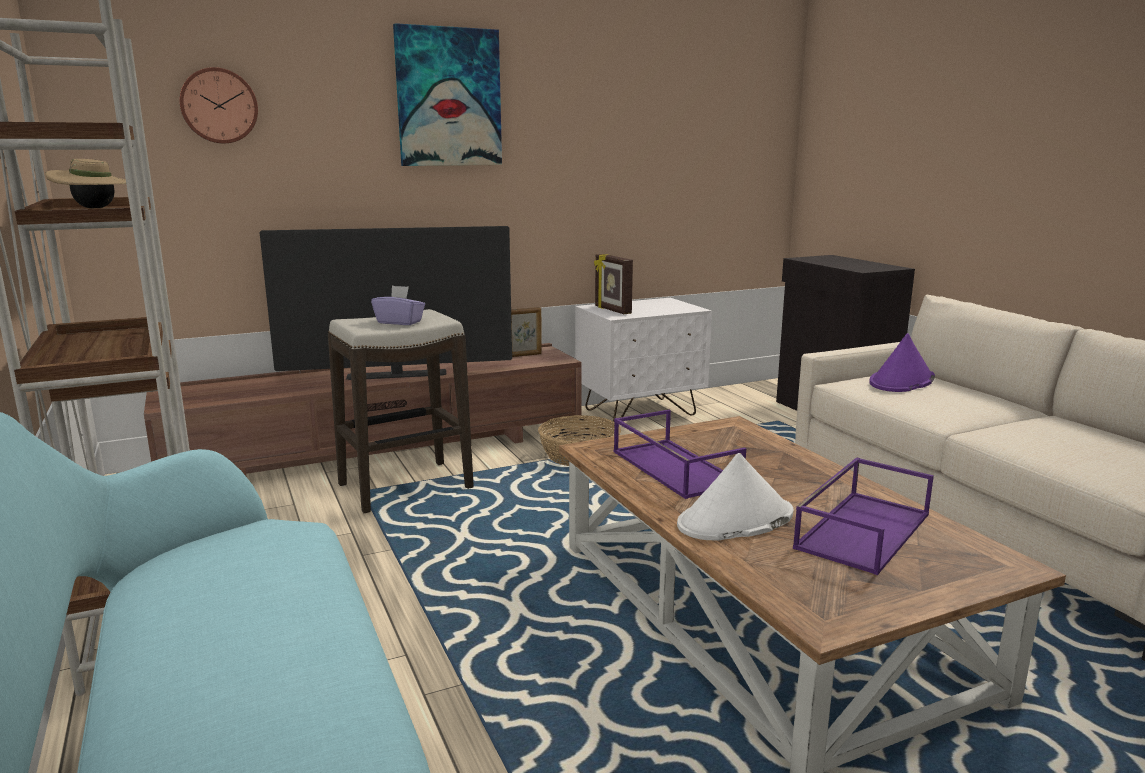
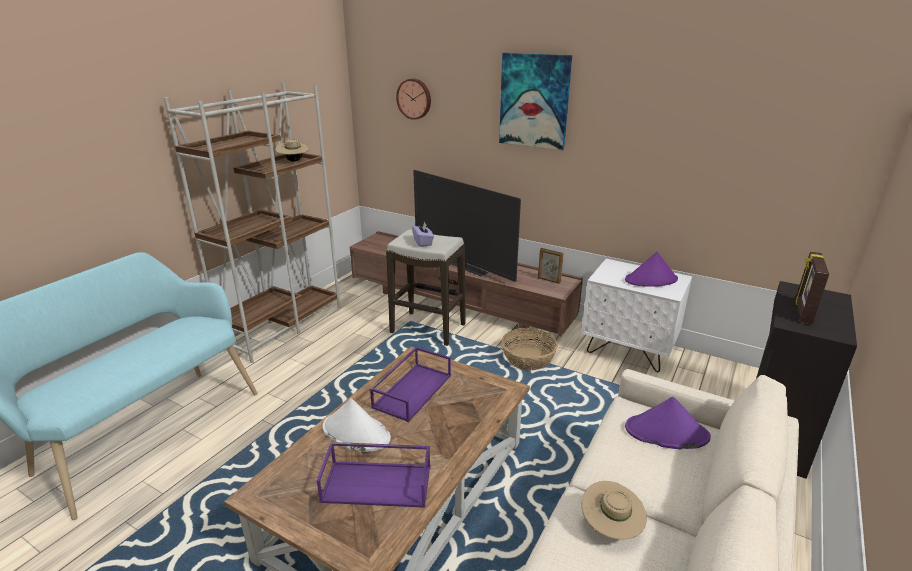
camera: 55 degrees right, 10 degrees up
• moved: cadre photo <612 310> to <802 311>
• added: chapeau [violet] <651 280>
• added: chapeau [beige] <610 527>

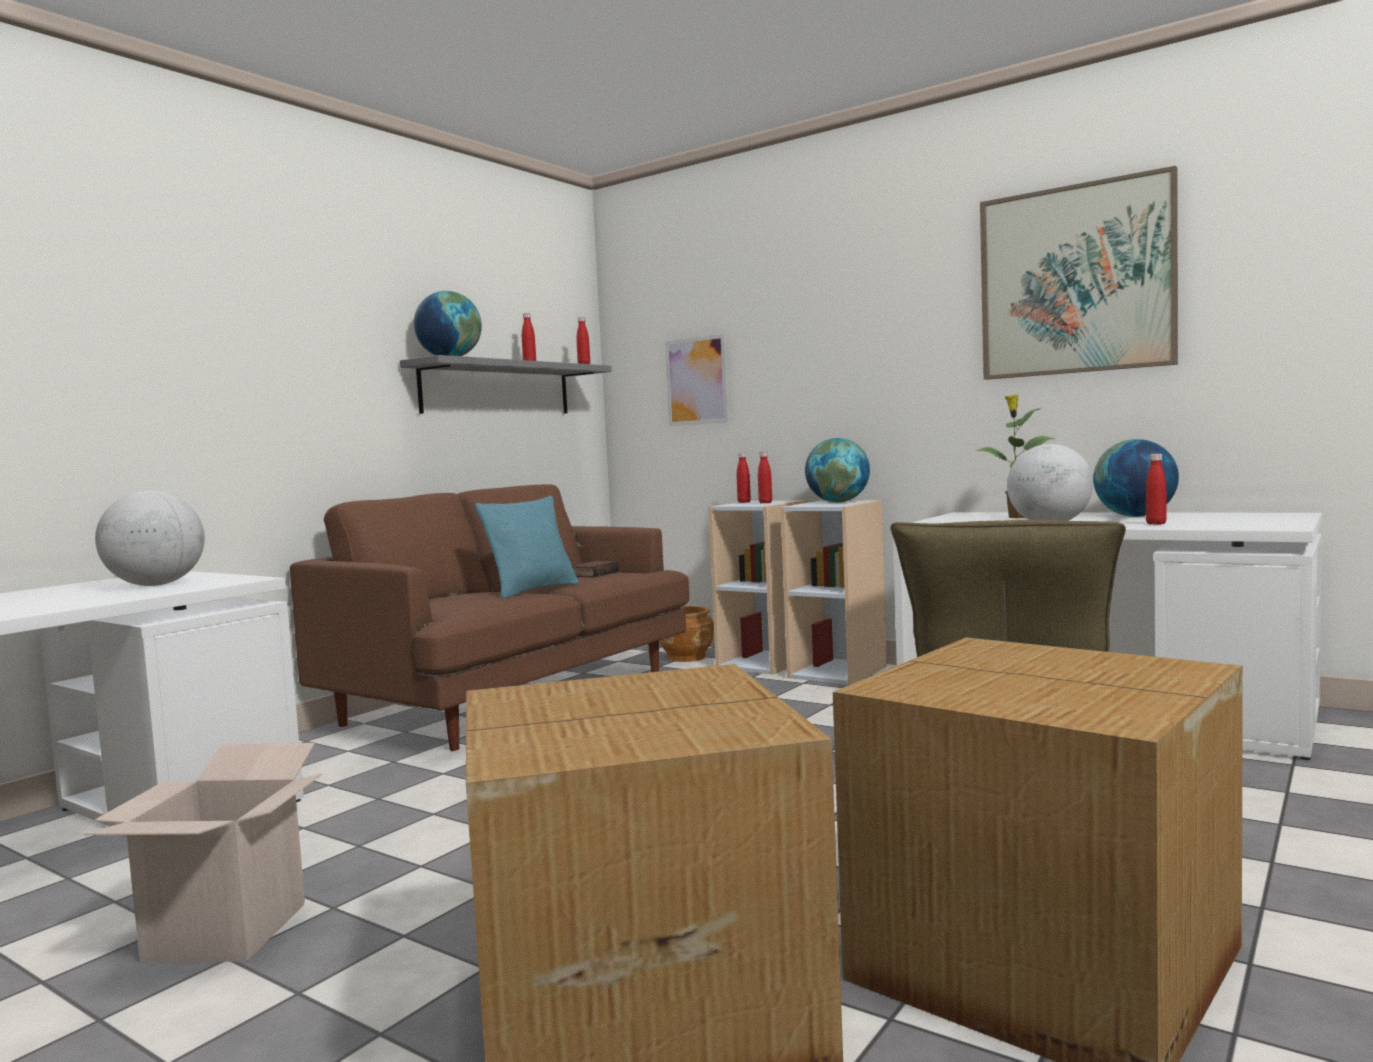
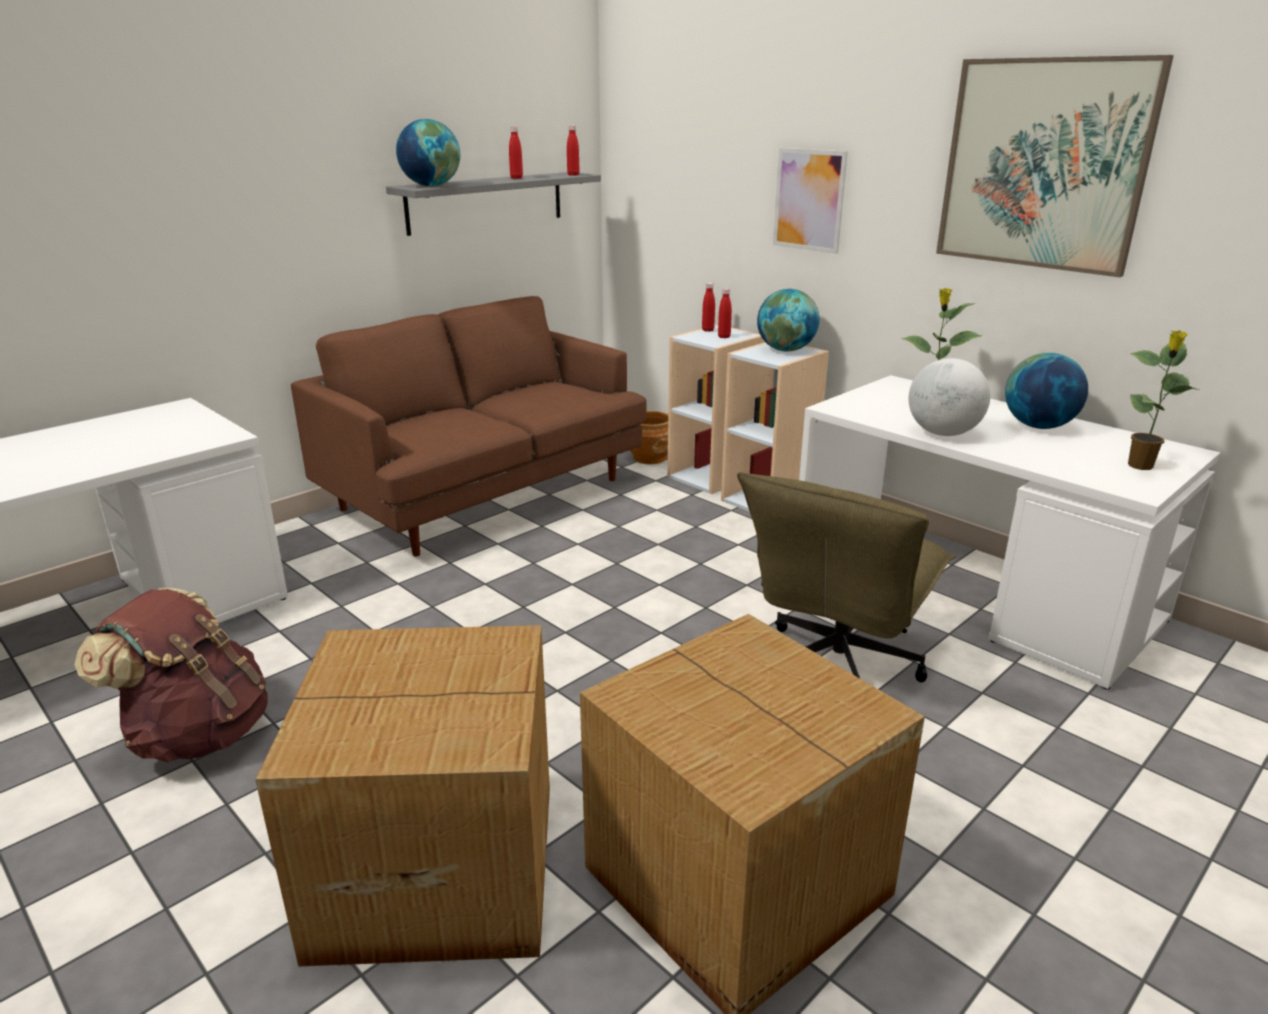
camera: 10 degrees right, 20 degrees up
• moved: tableau <697 381> to <809 200>
• removed: bouteille [rouge] <1156 524>
• removed: globe <156 585>
• removed: coussin [turquoise] <532 590>
• removed: livre <594 574>
• replaced: carton <226 931> to sac à dos [marron] <198 734>
• added: plante en pot <1141 466>

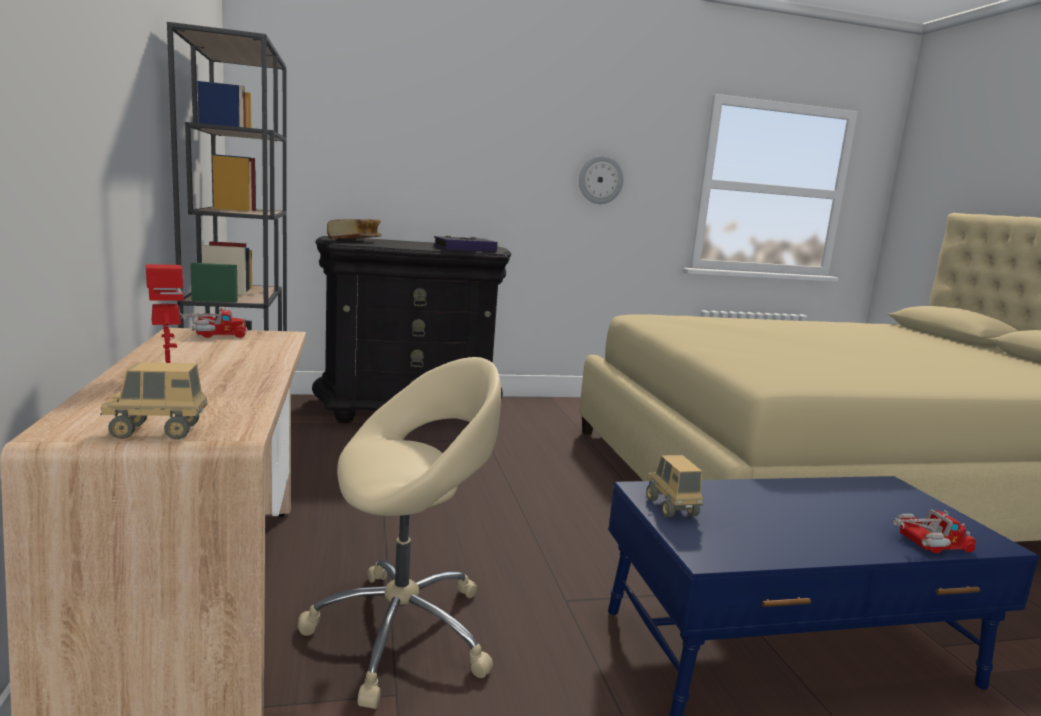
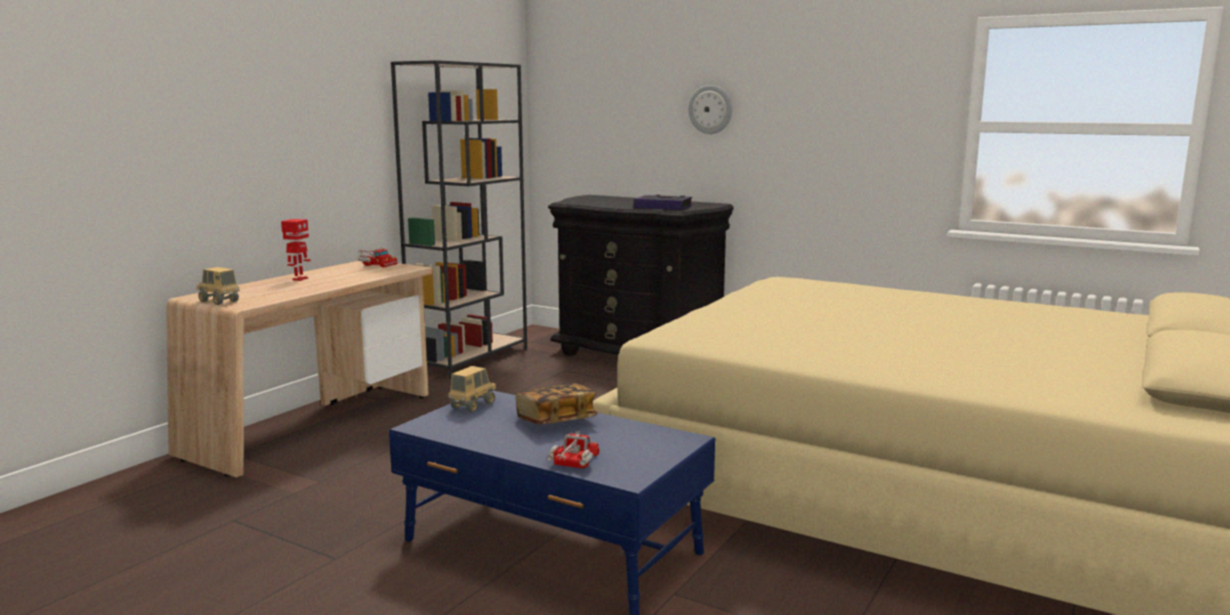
camera: 45 degrees right, 0 degrees up
• moved: horloge murale <600 180> to <710 109>
• moved: livre <354 241> to <556 420>
• removed: chaise de bureau [beige] <406 631>
• turned: camion jouet <926 543> = <573 463> 105 degrees counterclockwise

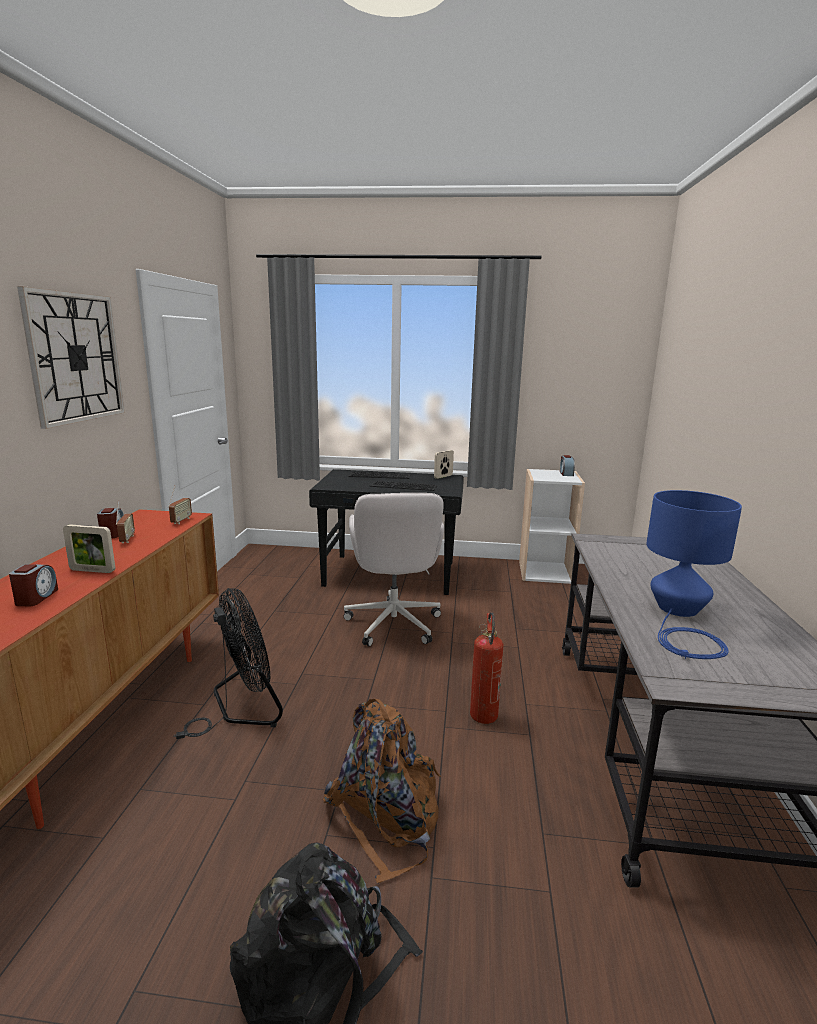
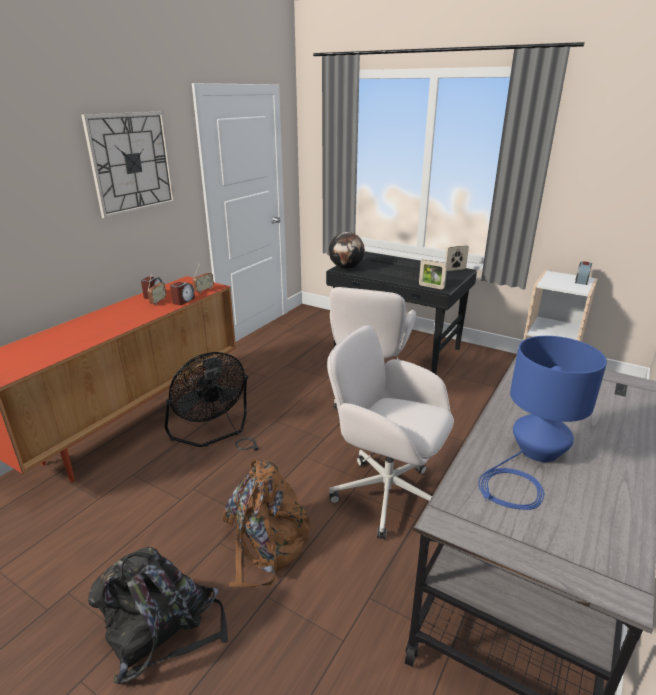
camera: 25 degrees right, 10 degrees up
• moved: cadre photo <92 570> to <431 287>
• moved: réveil <36 597> to <183 301>
• turned: ventilateur [noir] <237 704> = <219 433> 120 degrees counterclockwise
• replaced: extincteur <484 720> to chaise de bureau [blanc] <387 495>
• added: globe <346 268>

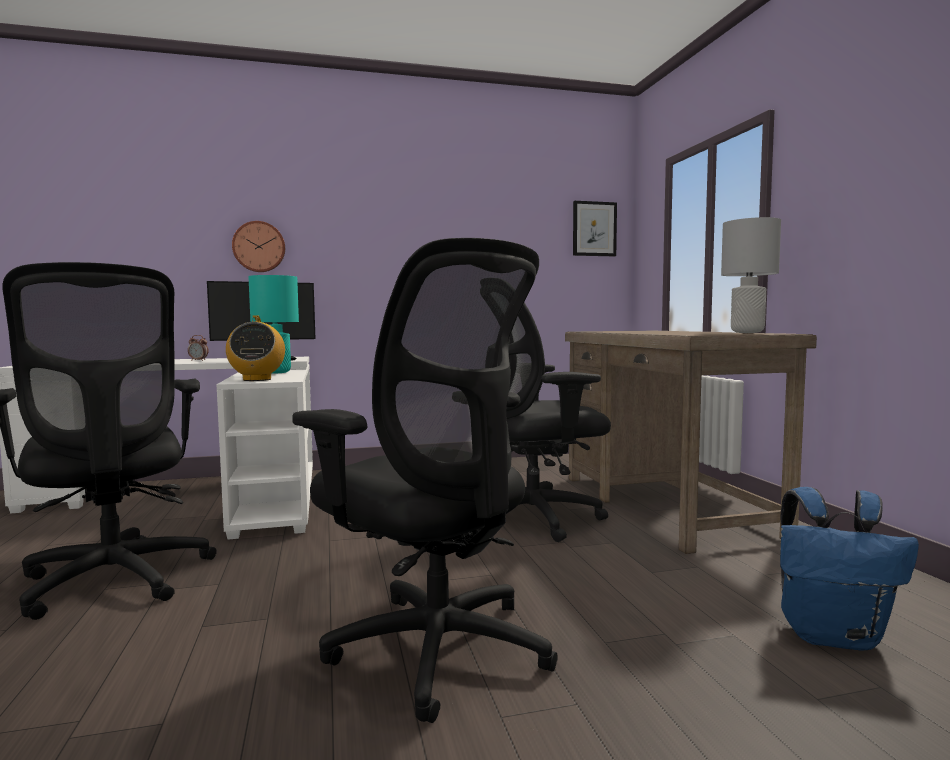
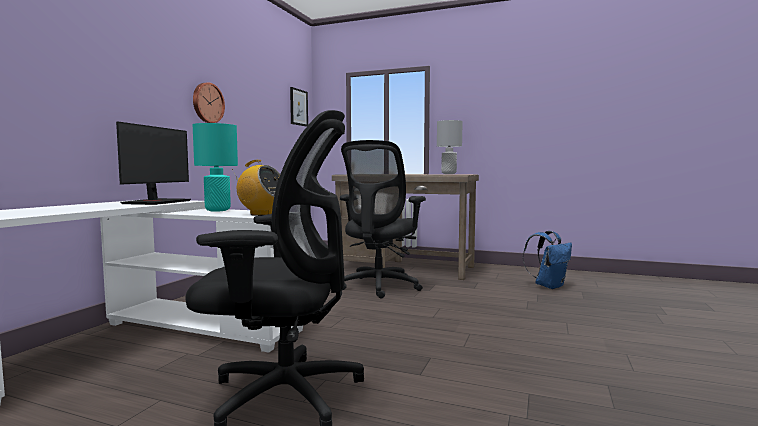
camera: 55 degrees left, 0 degrees up
• moved: horloge murale <259 247> to <207 103>
• removed: chaise de bureau [noir] <429 646>
• removed: réveil <198 360>

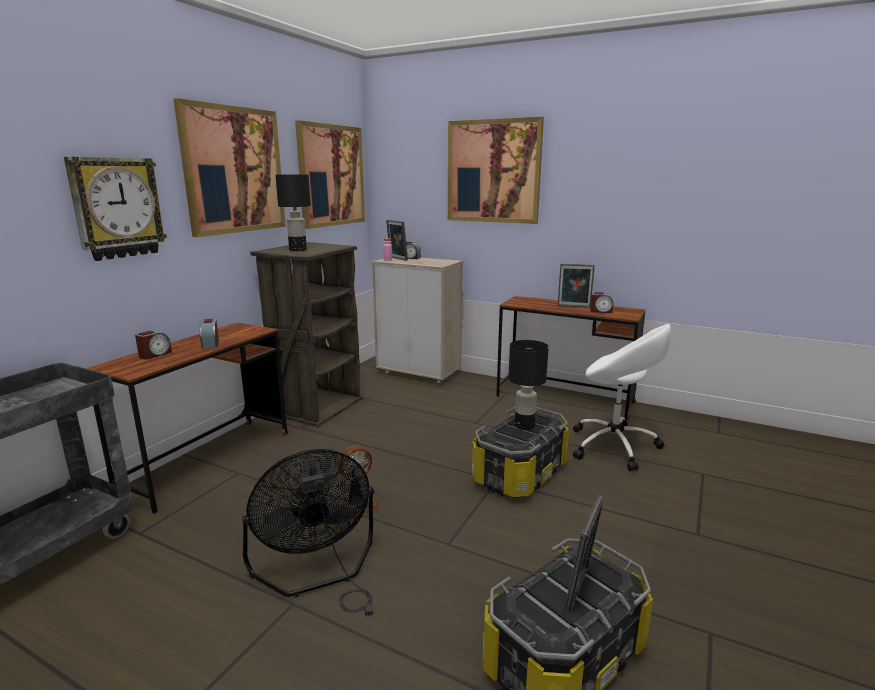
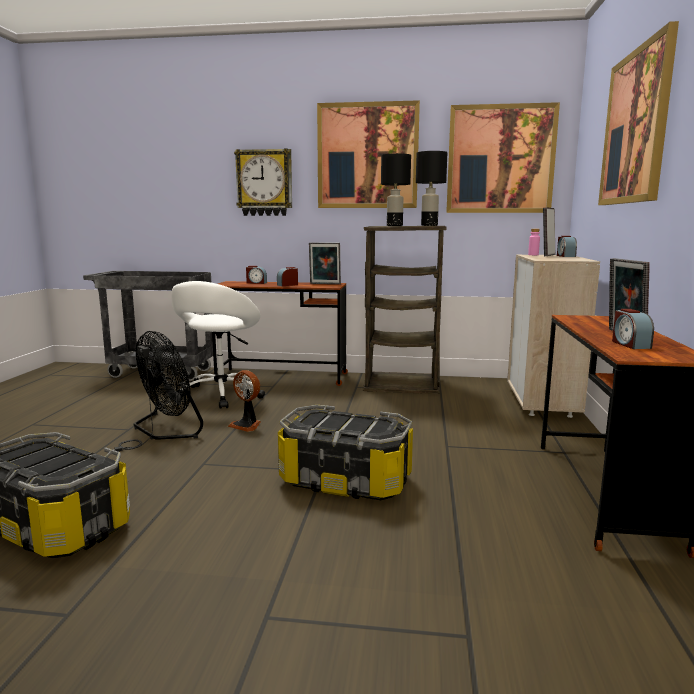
camera: 70 degrees right, 5 degrees down
• moved: chaise de bureau [blanc] <615 446> to <219 396>
• moved: lampe de table [noir] <524 426> to <429 225>
• moved: cadre photo <580 590> to <325 284>

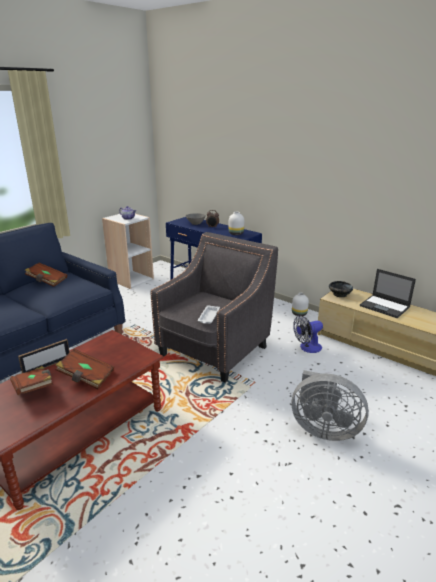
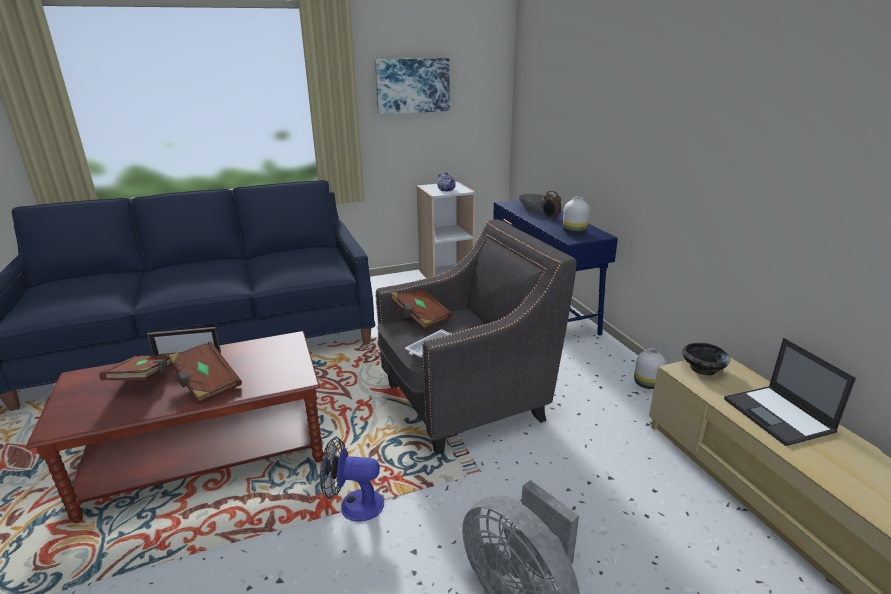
camera: 30 degrees right, 0 degrees up
• moved: livre [marron] <47 281> to <420 317>
• moved: ventilateur <307 348> to <353 504>
• added: tableau <412 85>

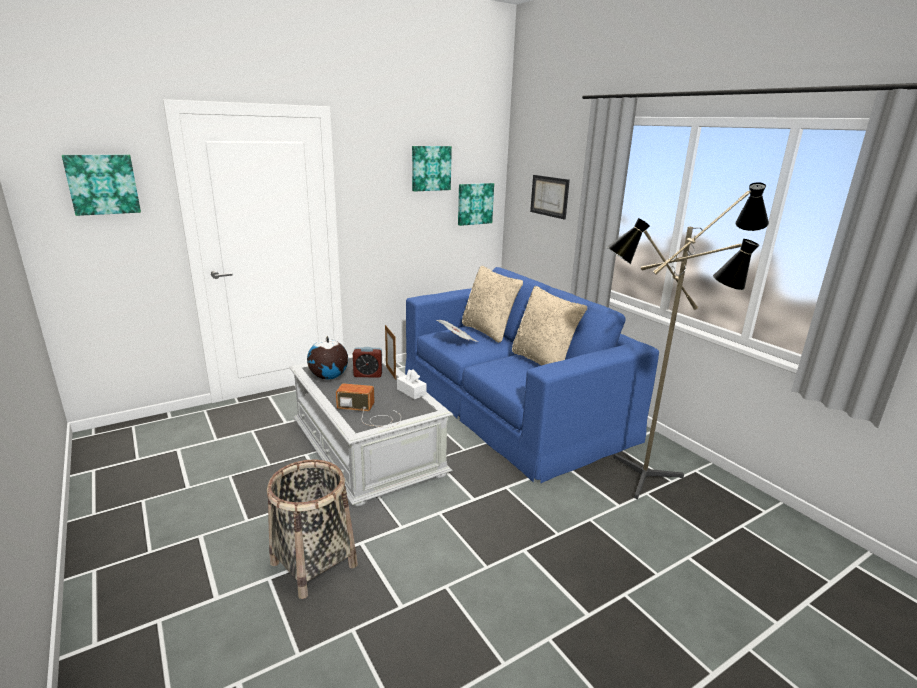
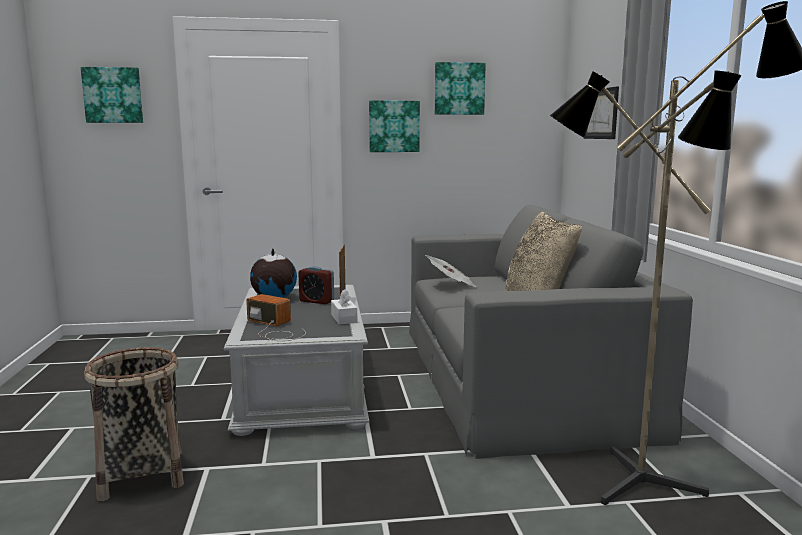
camera: 25 degrees right, 10 degrees down
• moved: tableau <474 203> to <394 126>
• removed: coussin [beige] <488 333>
• recoloured: canapé [bleu] <513 404> to canapé [gris] <517 376>

